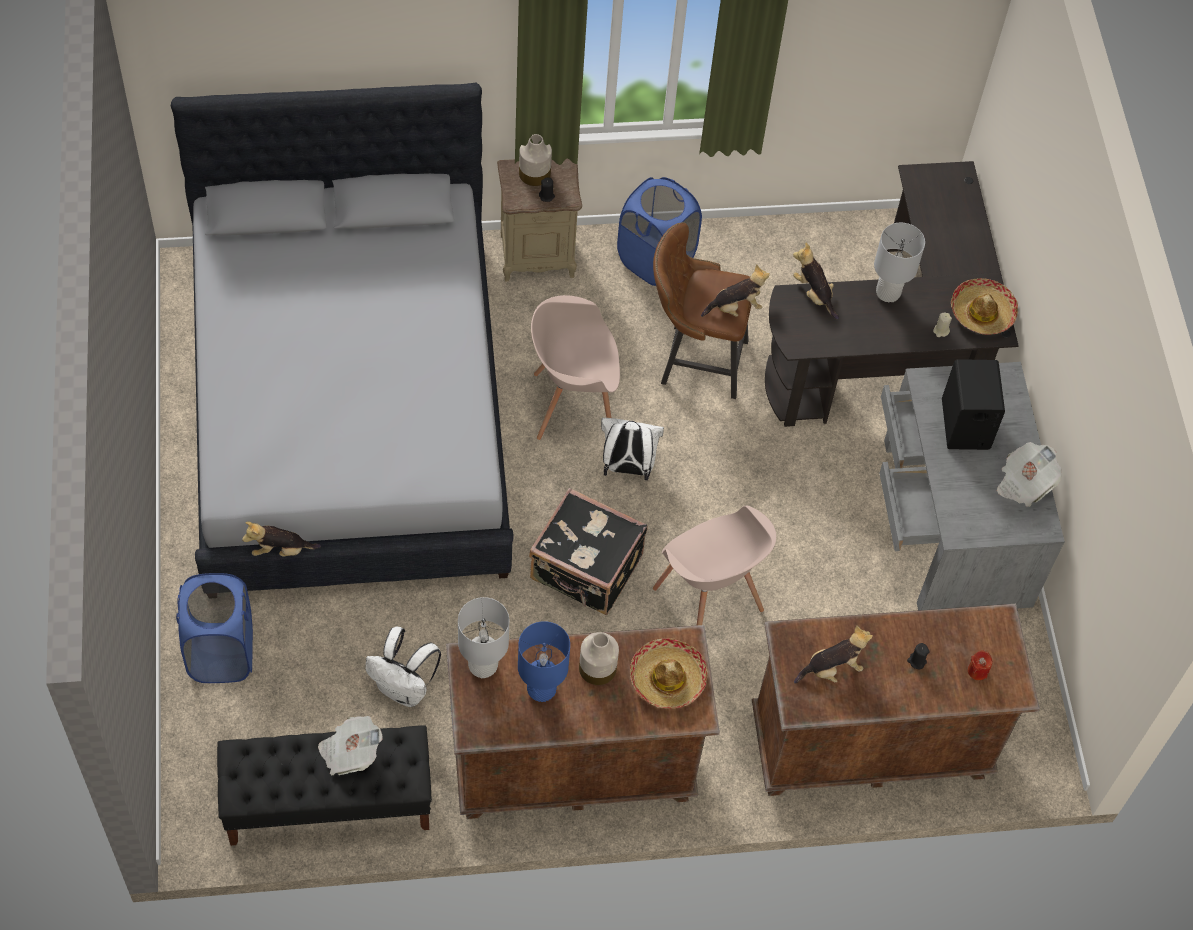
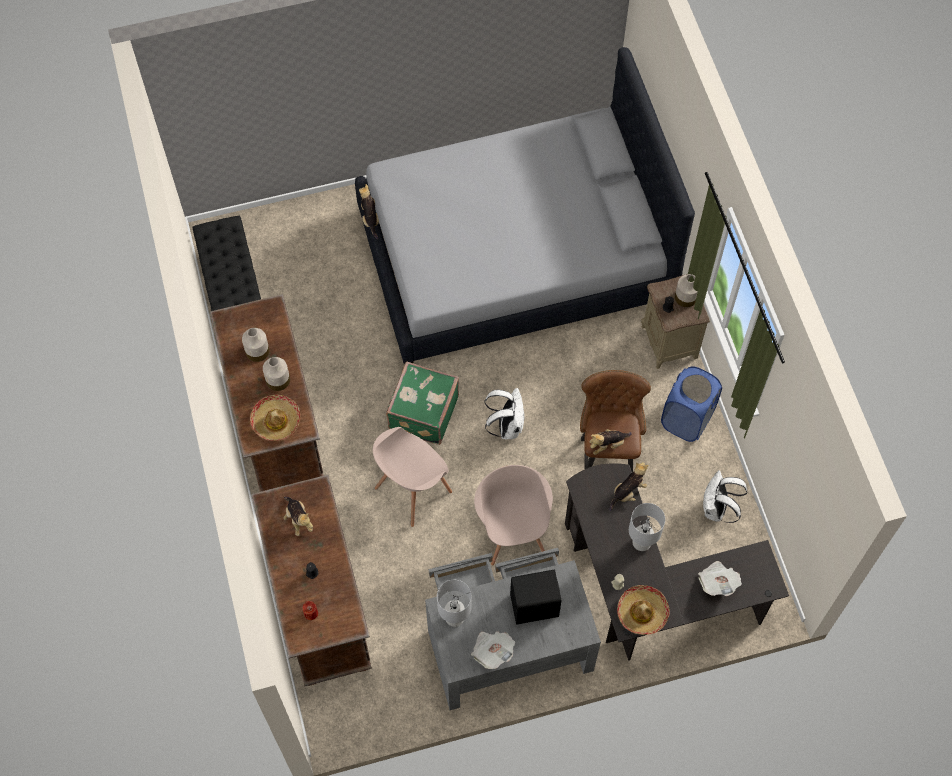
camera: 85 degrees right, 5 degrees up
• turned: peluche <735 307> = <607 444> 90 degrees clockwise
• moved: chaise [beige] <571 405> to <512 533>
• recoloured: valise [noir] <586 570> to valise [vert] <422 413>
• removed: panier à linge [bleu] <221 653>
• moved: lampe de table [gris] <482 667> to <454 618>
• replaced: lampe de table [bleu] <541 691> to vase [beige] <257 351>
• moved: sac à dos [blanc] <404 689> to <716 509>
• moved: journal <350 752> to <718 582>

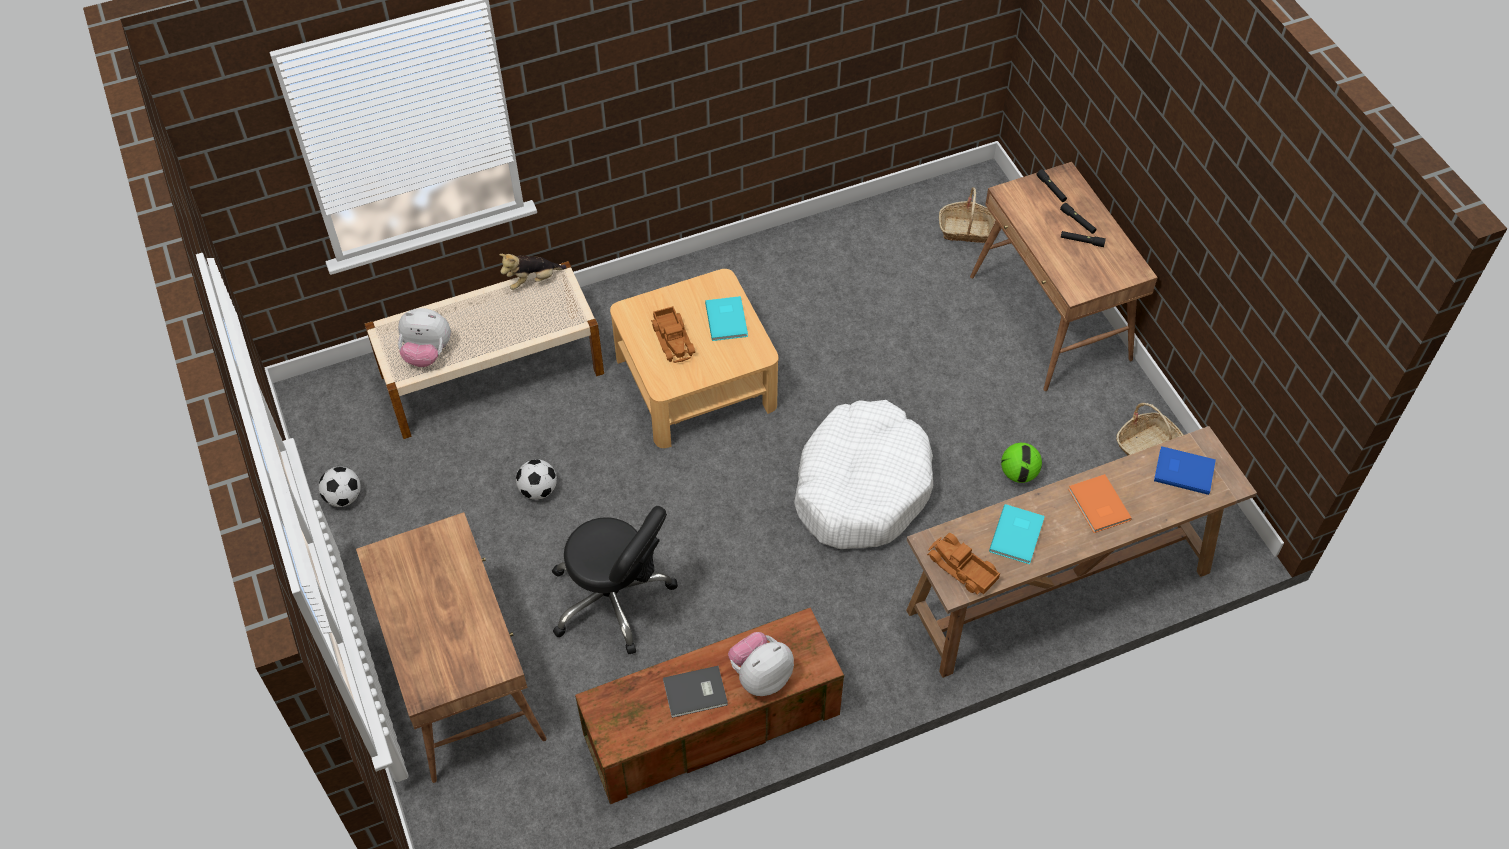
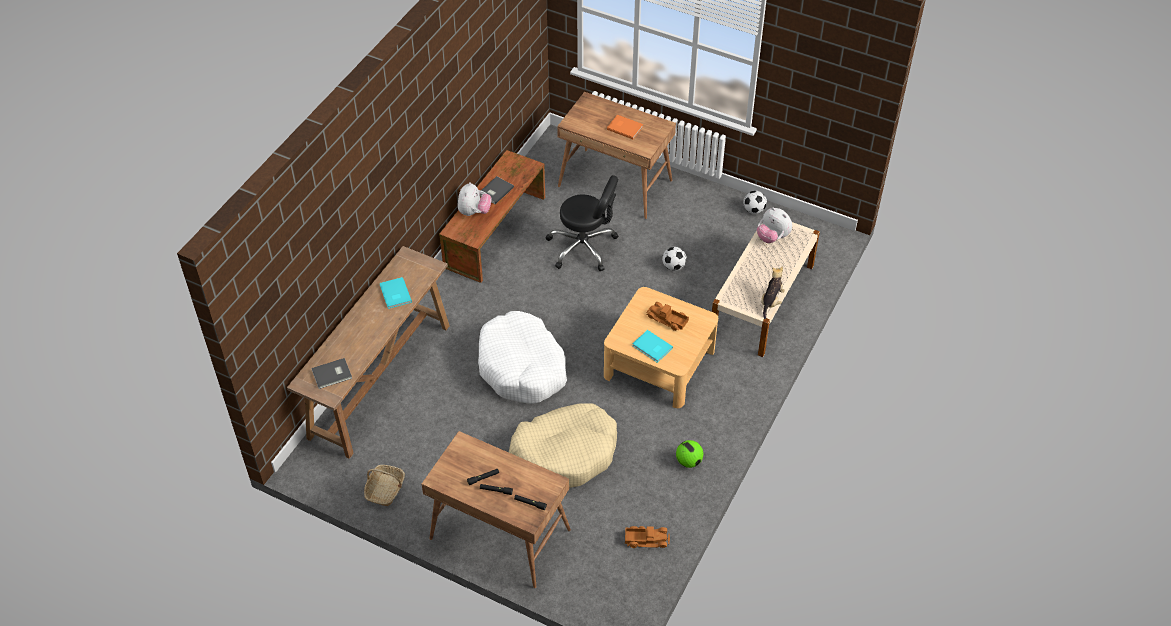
camera: 140 degrees right, 5 degrees down
• removed: panier <966 230>
• turned: peluche <427 353> = <772 237> 105 degrees counterclockwise
• moved: ballon de foot <1018 474> to <688 461>
• recoloured: livre [bleu] <1183 470> to livre [gris] <332 375>
• moved: livre [orange] <1098 506> to <625 127>
• turned: chaise de bureau [noir] <616 601> = <585 248> 150 degrees counterclockwise
• moved: camion jouet <961 569> to <646 539>
• added: panier pour chien [beige] <565 453>

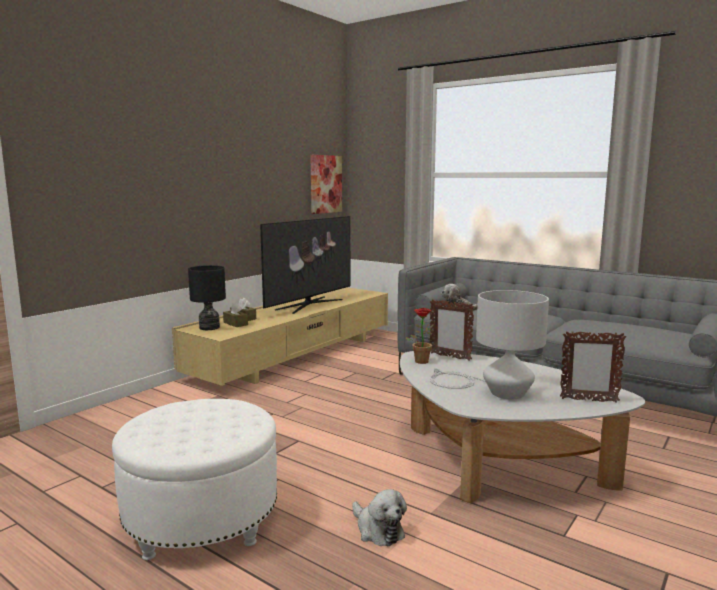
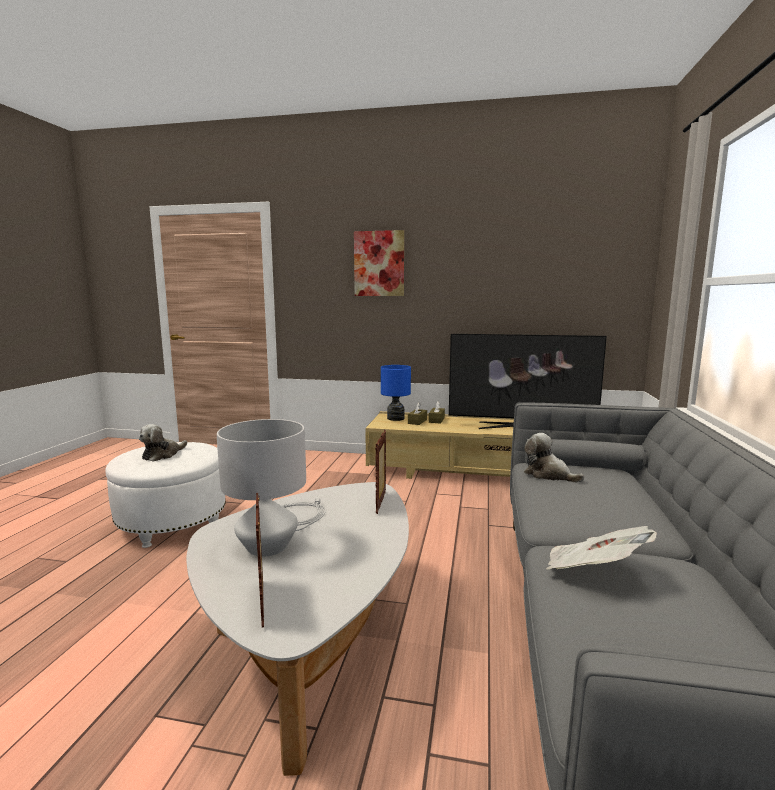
camera: 65 degrees right, 0 degrees up
• moved: tableau <325 184> to <379 264>
• recoloured: lampe de table [noir] <209 328> to lampe de table [bleu] <395 418>
• removed: plante en pot <420 360>
• moved: peluche <378 530> to <162 455>
• added: journal <592 572>

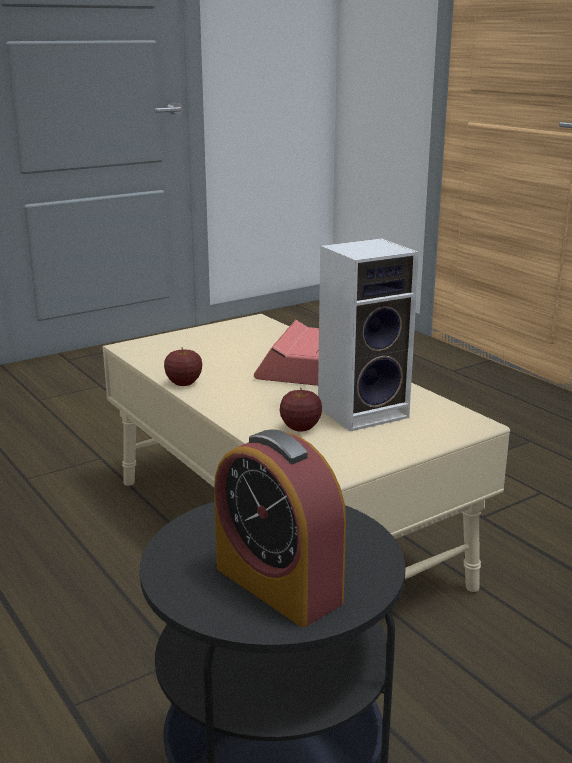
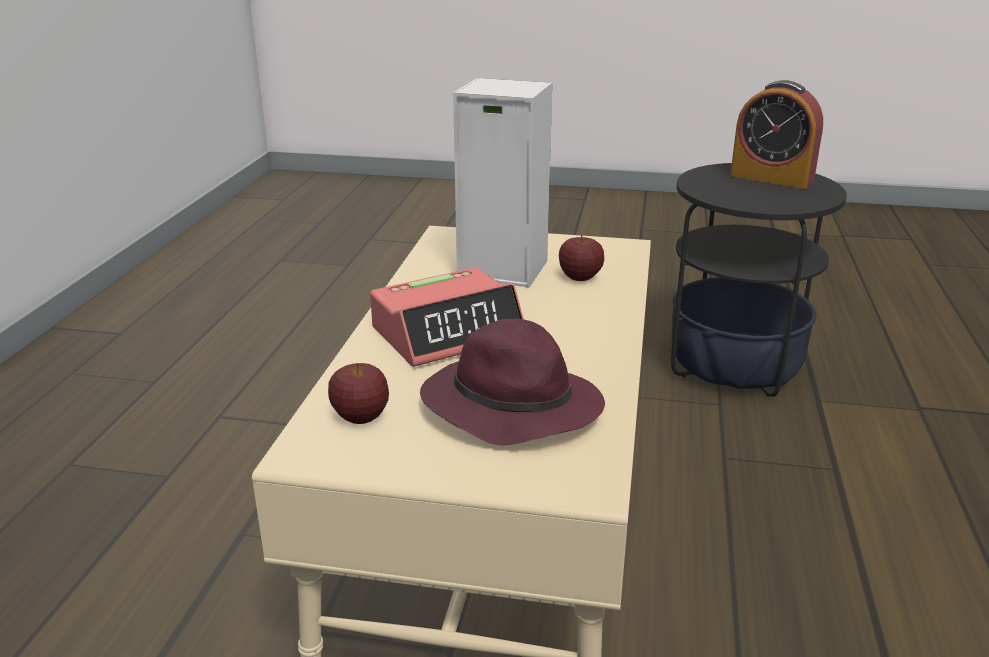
camera: 135 degrees left, 5 degrees up
• moved: pomme <184 383> to <360 417>
• turned: réveil <278 584> = <771 178> 120 degrees clockwise
• added: chapeau [violet] <508 407>

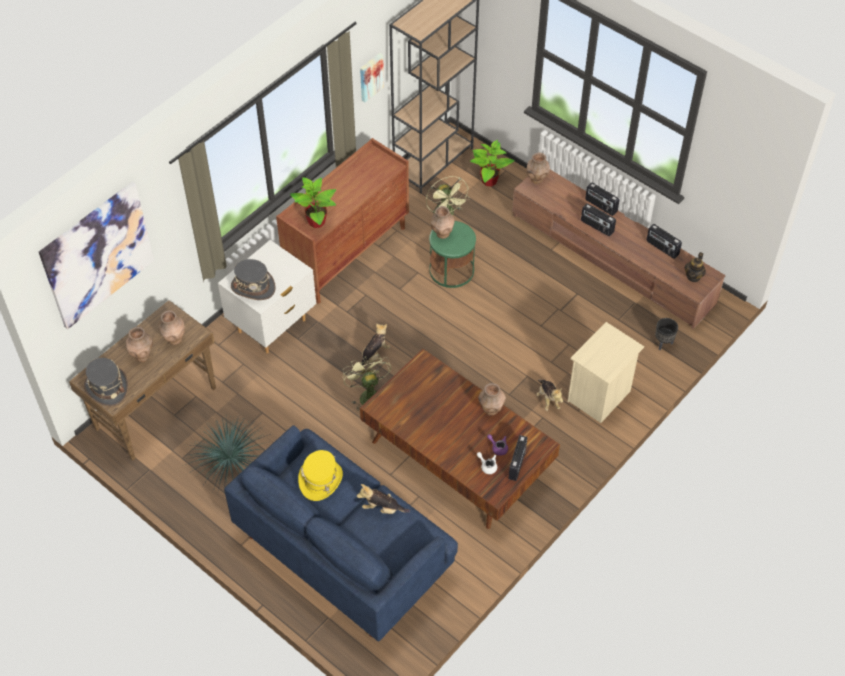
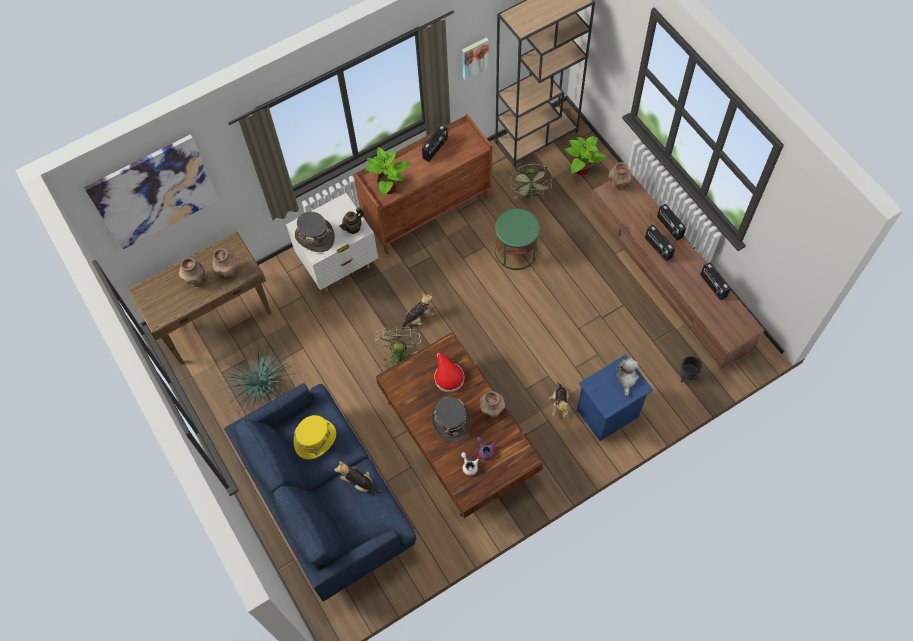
camera: 20 degrees right, 10 degrees up
• removed: vase [marron] <442 234>
• moved: théière <693 276> to <353 227>
• recoloured: table de chevet [beige] <600 396> to table de chevet [bleu] <608 414>
• moved: chapeau [gris] <106 387> to <450 421>
• moved: radio <517 464> to <435 149>
• added: chapeau [rouge] <448 376>
• added: peluche <627 378>

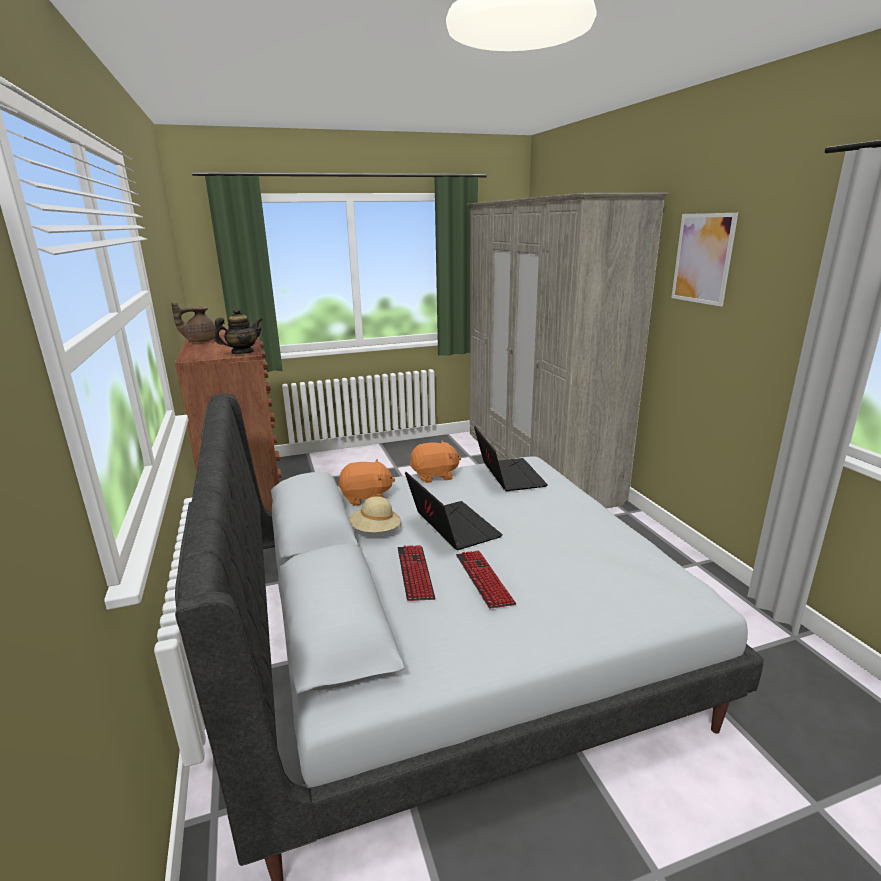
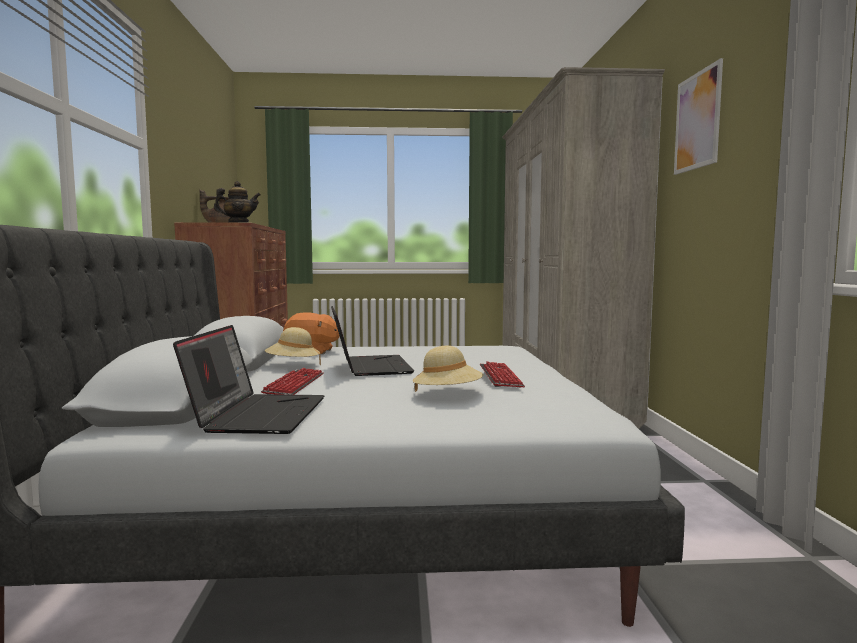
camera: 15 degrees right, 15 degrees down
• moved: ordinateur portable <507 475> to <258 414>
• removed: peluche [orange] <434 476>
• moved: clavier <484 579> to <500 377>
• added: chapeau [beige] <448 395>

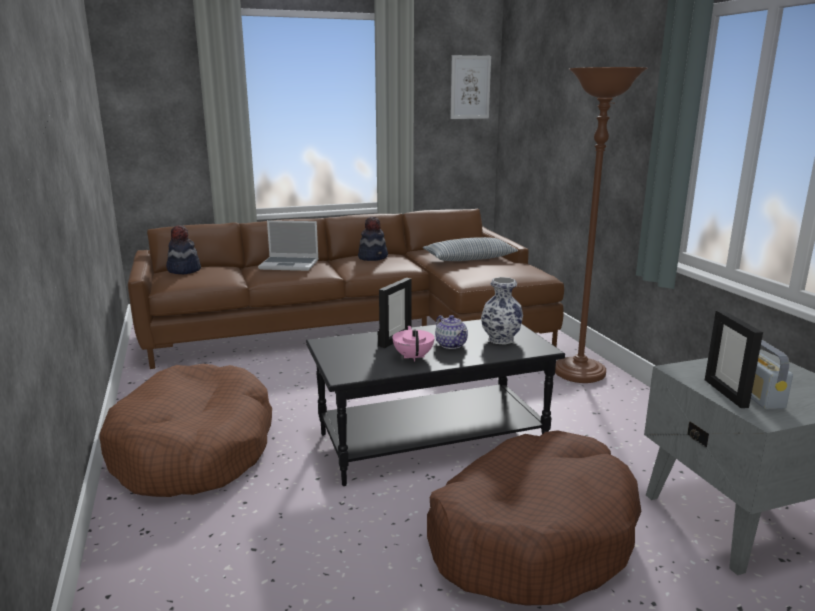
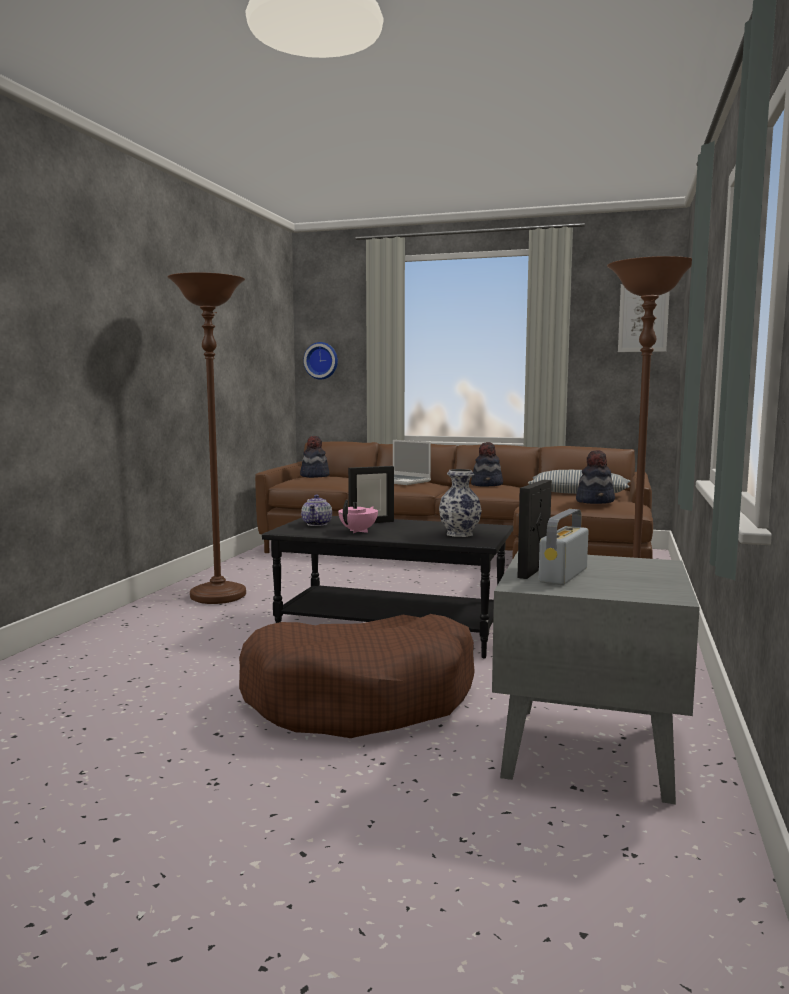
camera: 35 degrees right, 10 degrees down
• moved: théière <451 344> to <317 524>
• replaced: panier pour chien [marron] <194 450> to lampadaire [marron] <218 596>
• added: horloge murale <321 360>
• added: chapeau <595 501>

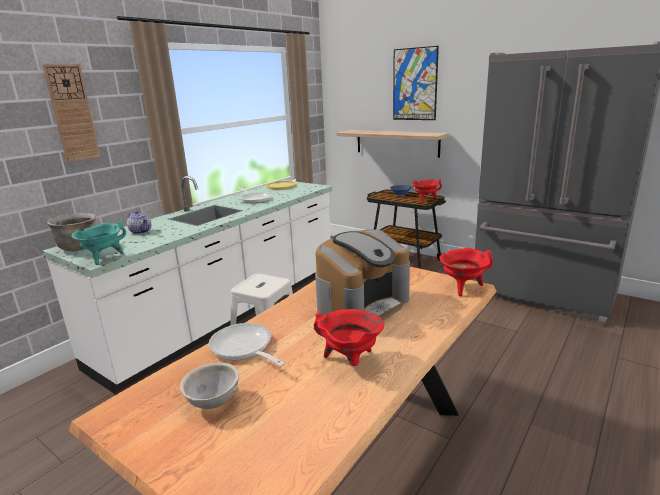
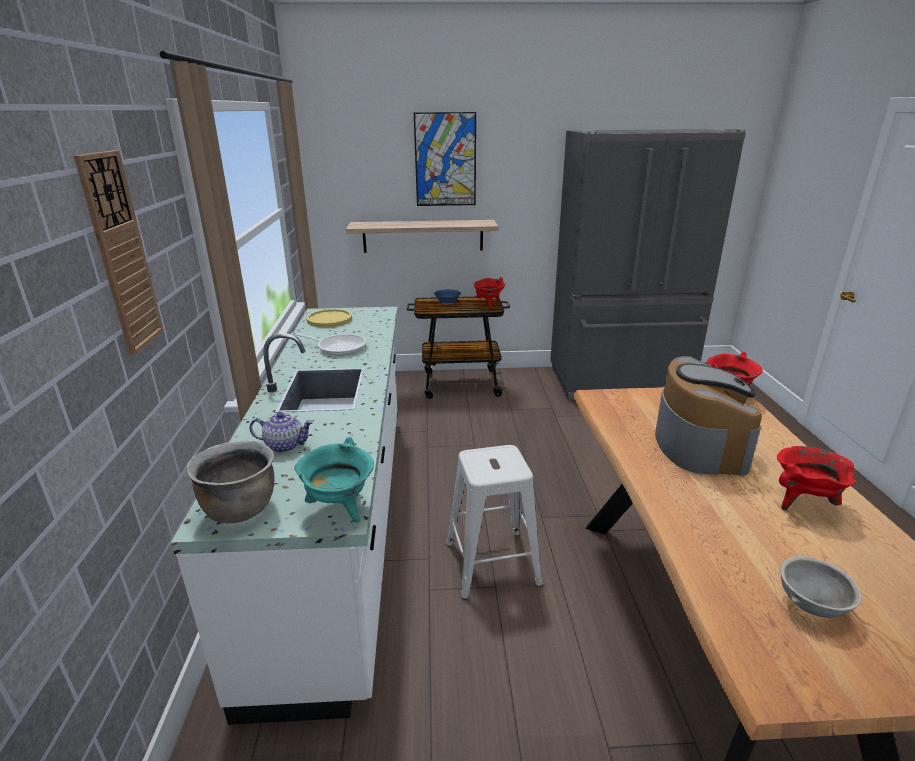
camera: 40 degrees left, 5 degrees up
• removed: poêle <244 348>

